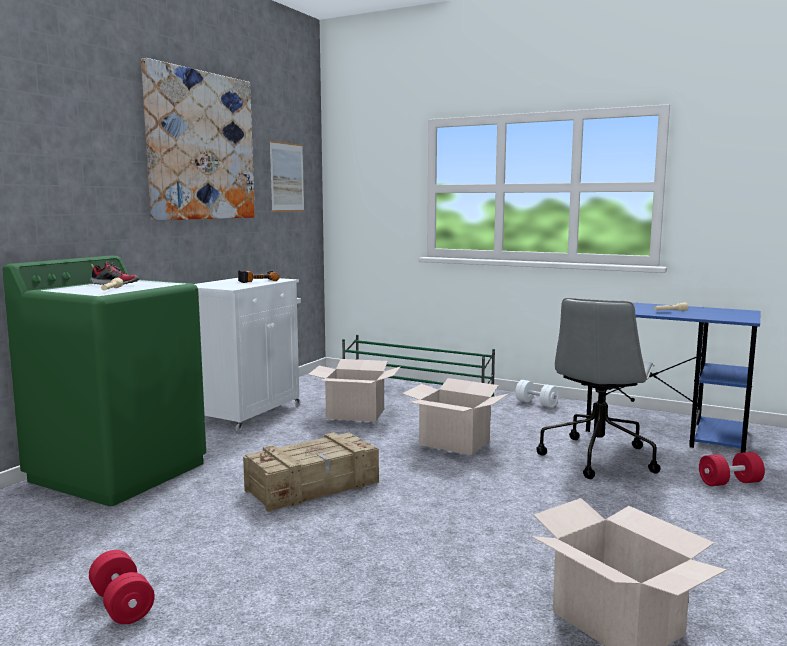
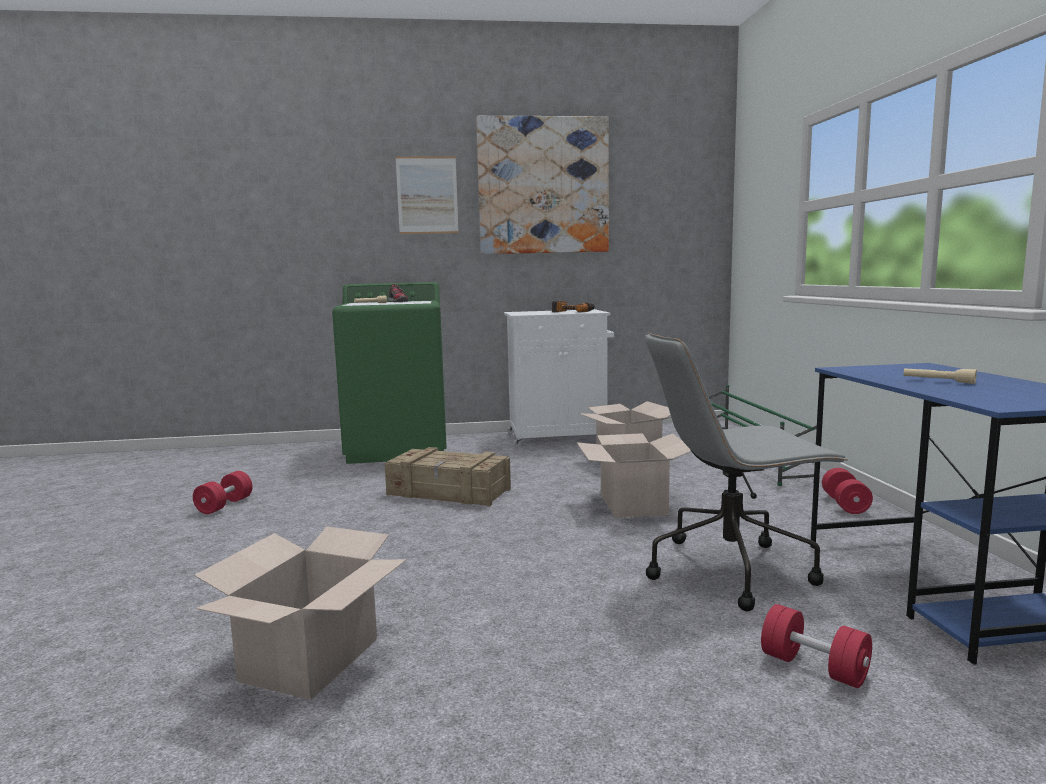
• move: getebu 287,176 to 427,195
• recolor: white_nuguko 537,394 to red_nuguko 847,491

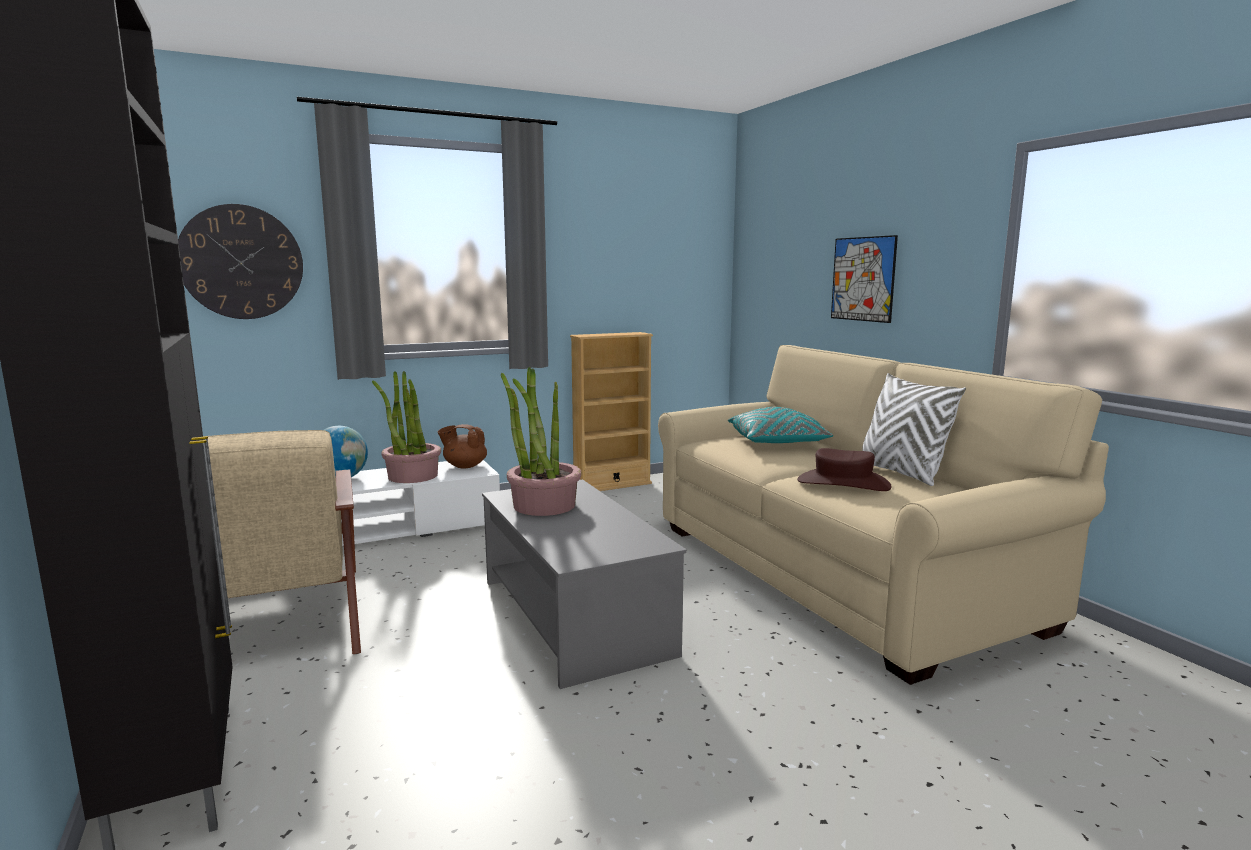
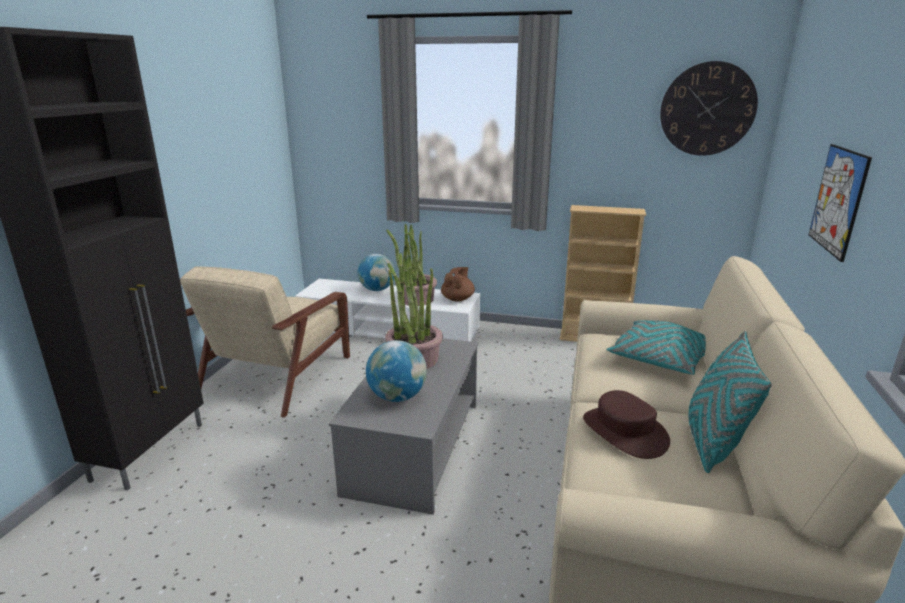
• move: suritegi 240,261 to 709,108
• rotate: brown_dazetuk 462,446 = 458,284 60 degrees clockwise
• recolor: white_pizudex 914,429 to turquoise_pizudex 730,402
• insert: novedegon 396,371

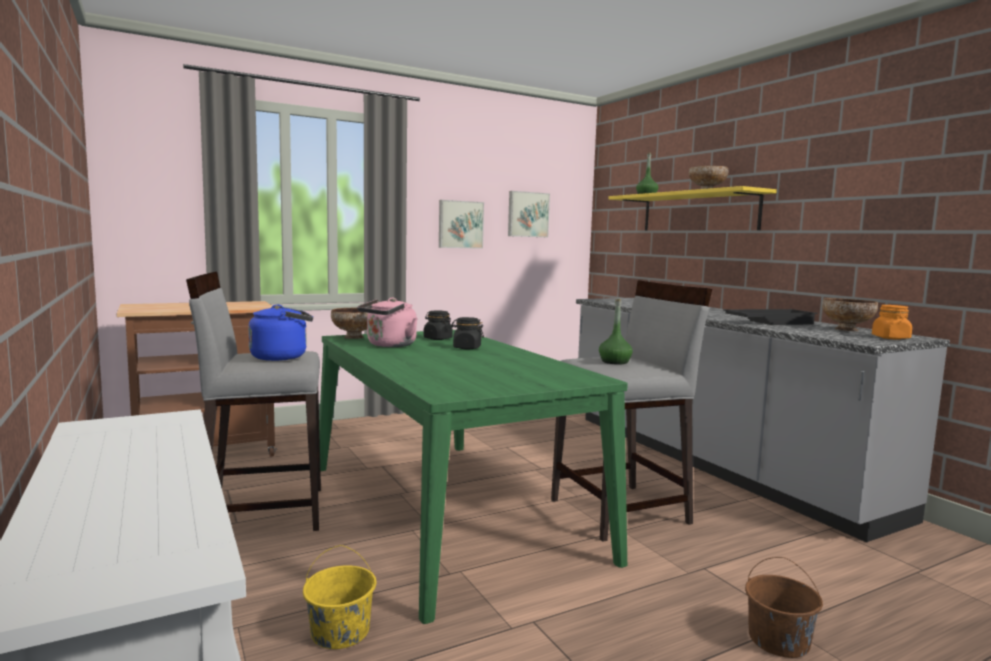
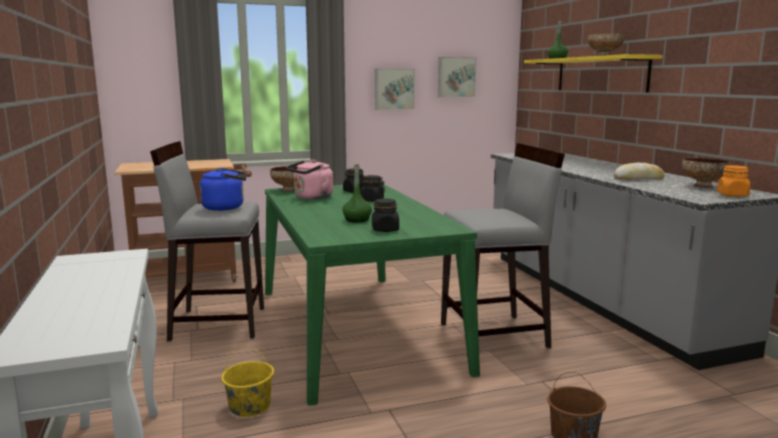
• move: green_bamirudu 616,332 to 357,193
• replace: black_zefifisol 770,317 to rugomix 639,171
• insert: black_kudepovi 385,215

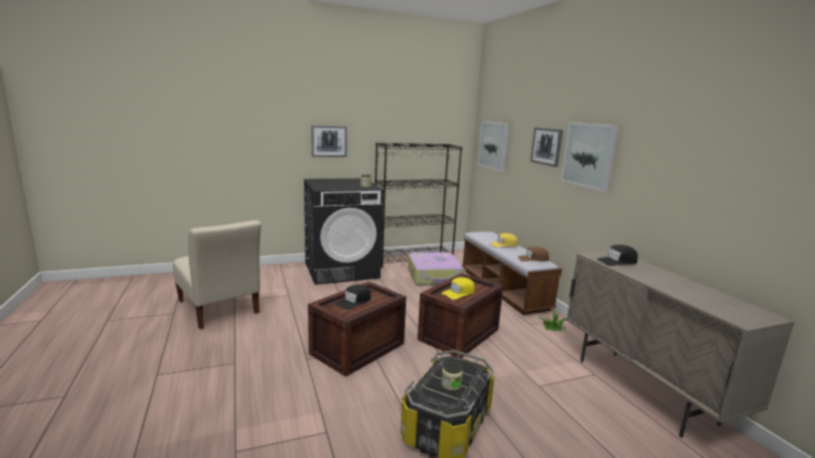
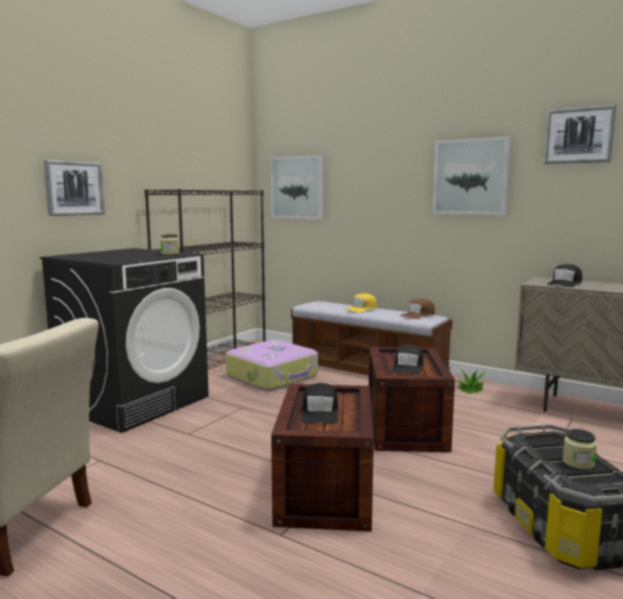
• recolor: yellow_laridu 458,288 to black_laridu 408,360
• move: getebu 546,147 to 580,134

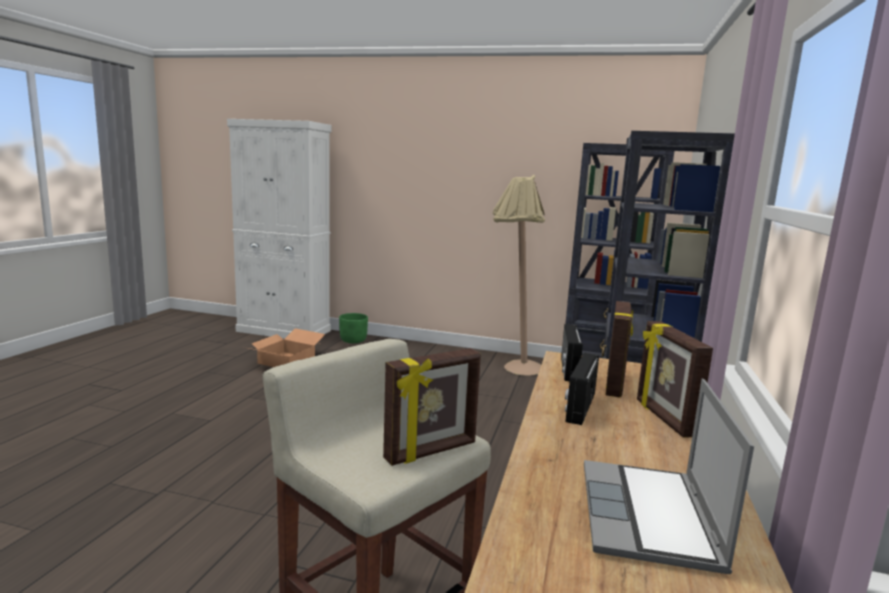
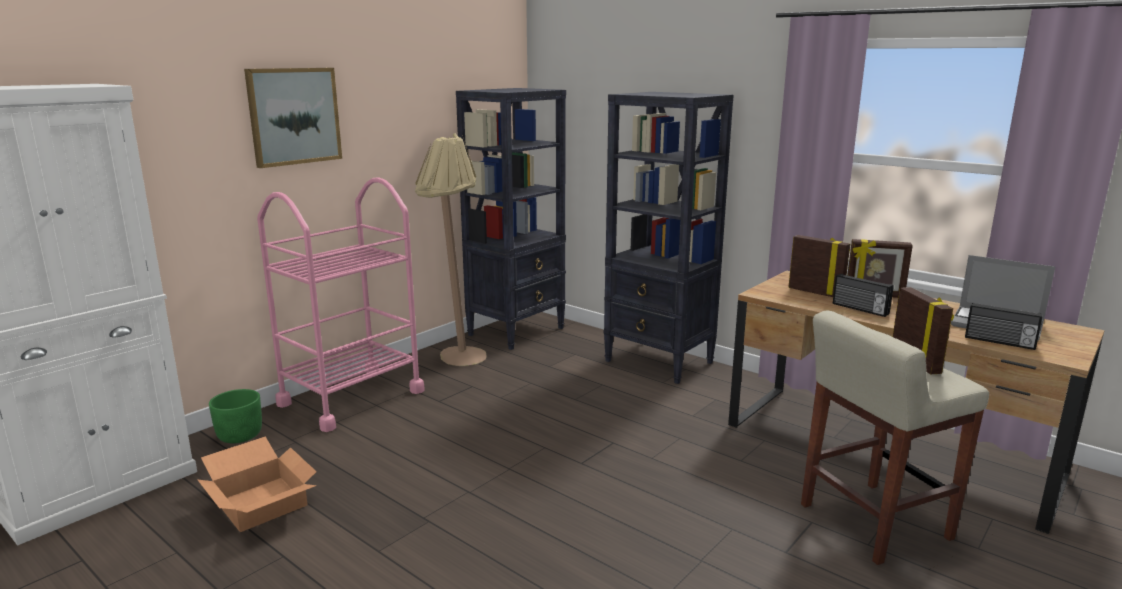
• move: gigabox 572,352 to 1003,326
• insert: getebu 293,118
• insert: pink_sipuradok 341,304

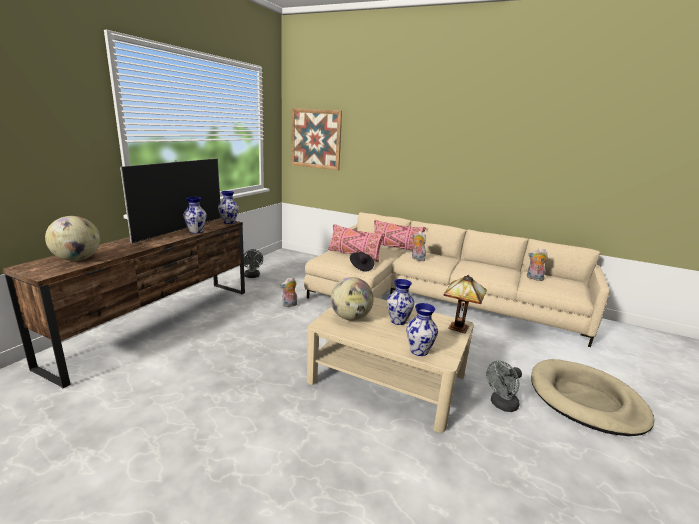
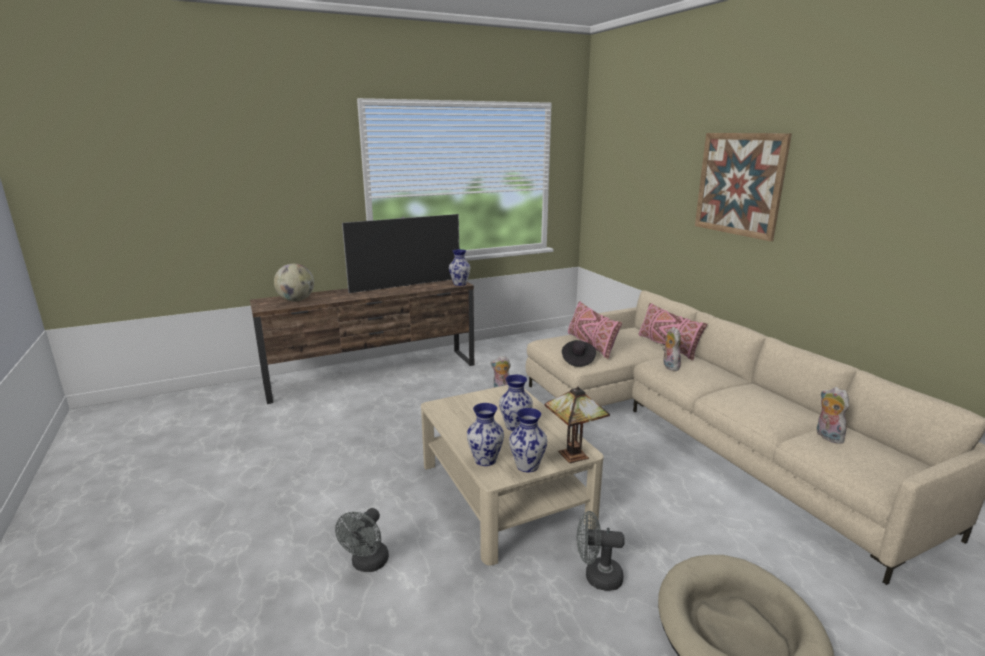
• move: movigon 195,215 to 528,440
• move: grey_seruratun 253,263 to 362,540
• move: getebu 316,139 to 743,187
• delete: novedegon 352,298

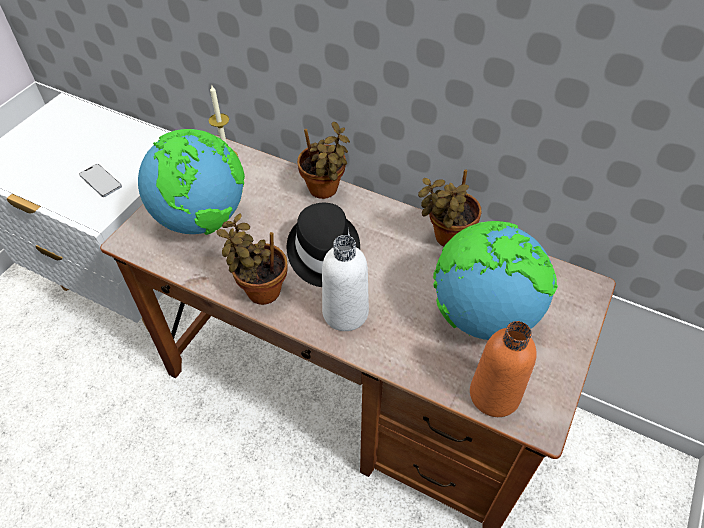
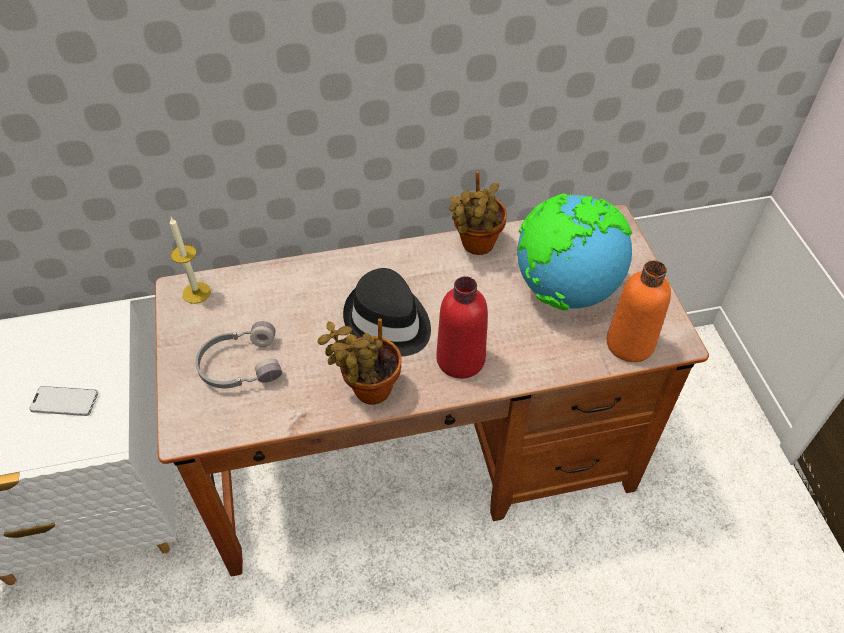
• replace: novedegon 191,182 to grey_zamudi 239,354
• delete: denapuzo 323,160
• recolor: white_bamirudu 345,283 to red_bamirudu 462,327

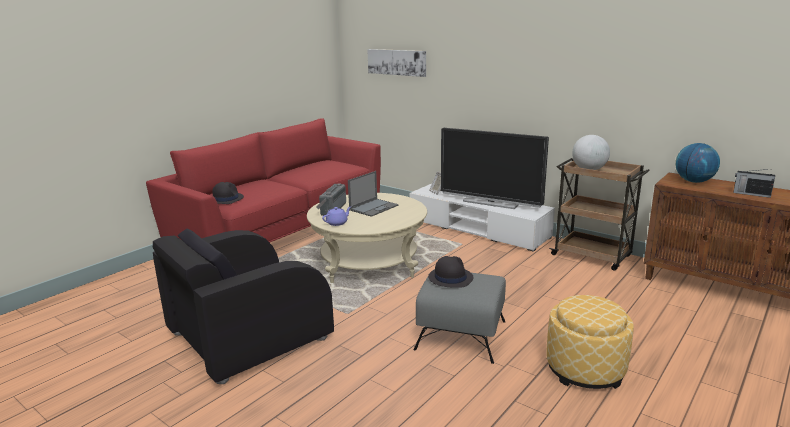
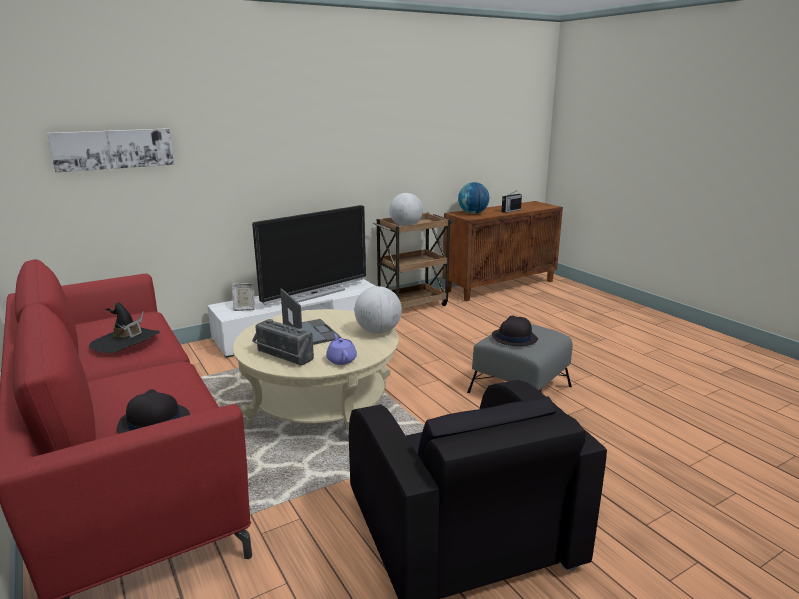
• delete: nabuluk 590,342
• insert: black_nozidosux 124,327
• insert: novedegon 378,310

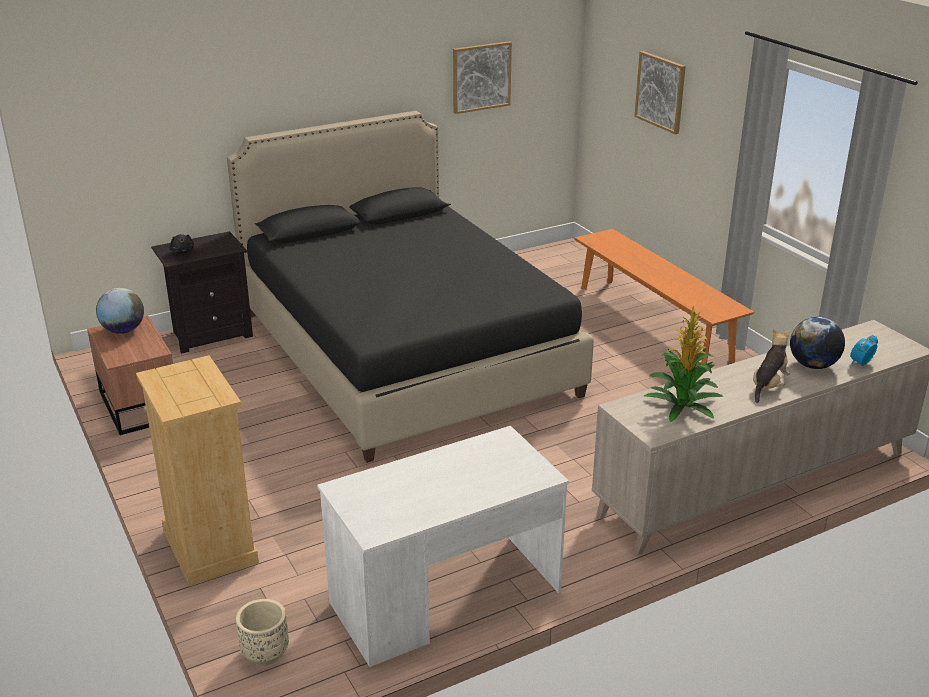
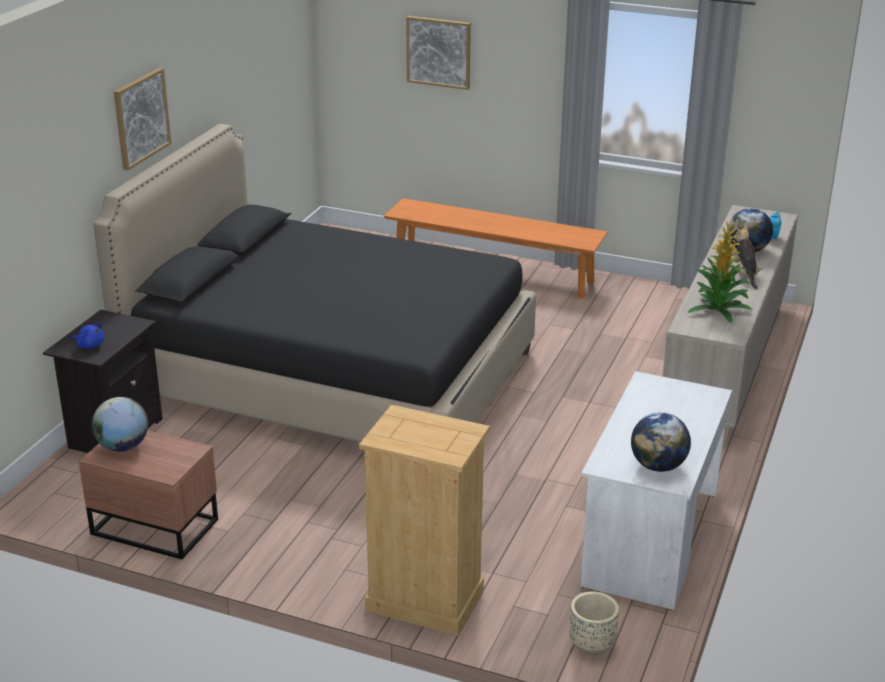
• recolor: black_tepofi 181,244 to blue_tepofi 87,335
• move: getebu 482,77 to 142,119
• insert: novedegon 661,442

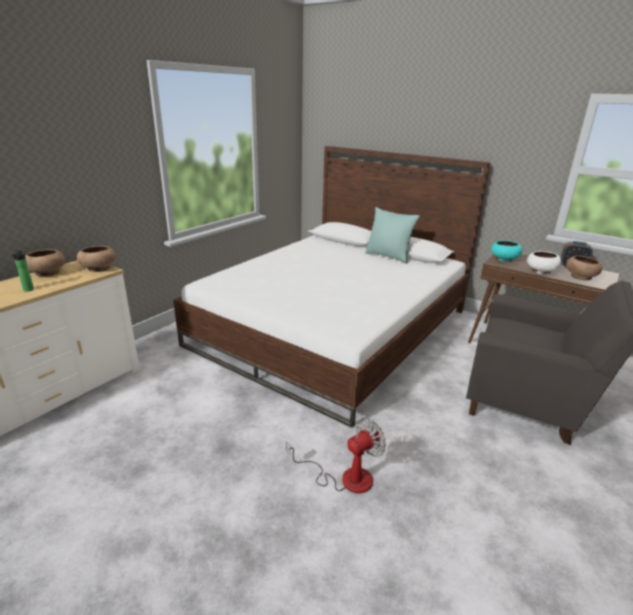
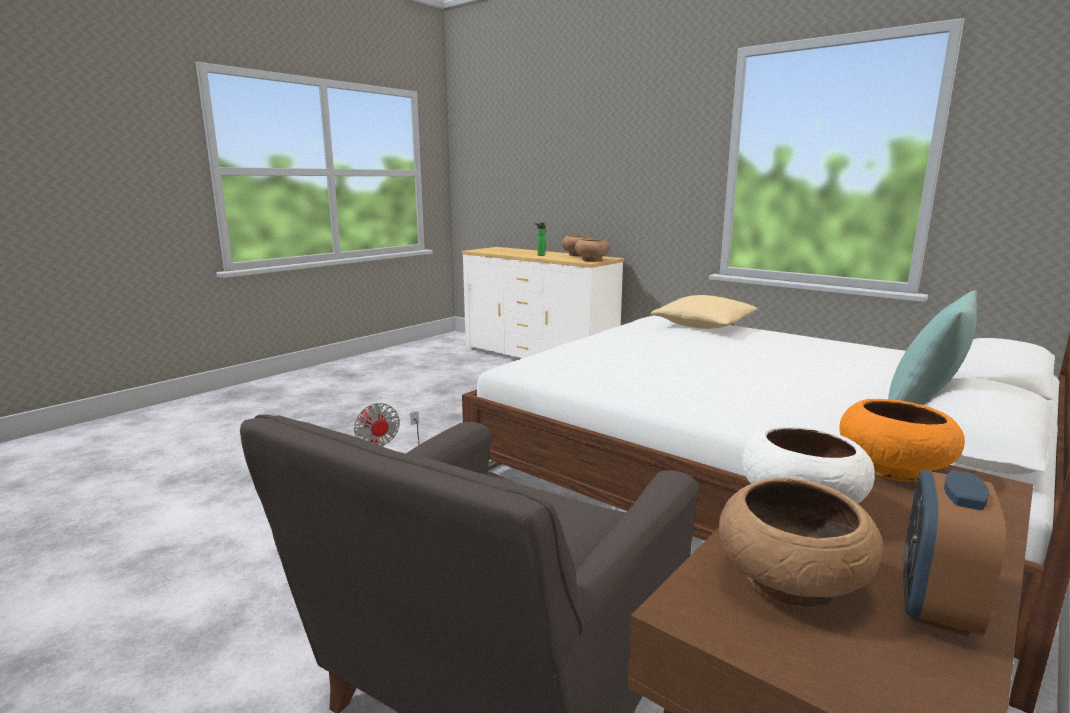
• recolor: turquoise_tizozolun 506,251 to orange_tizozolun 902,440
• insert: beige_pizudex 704,312

